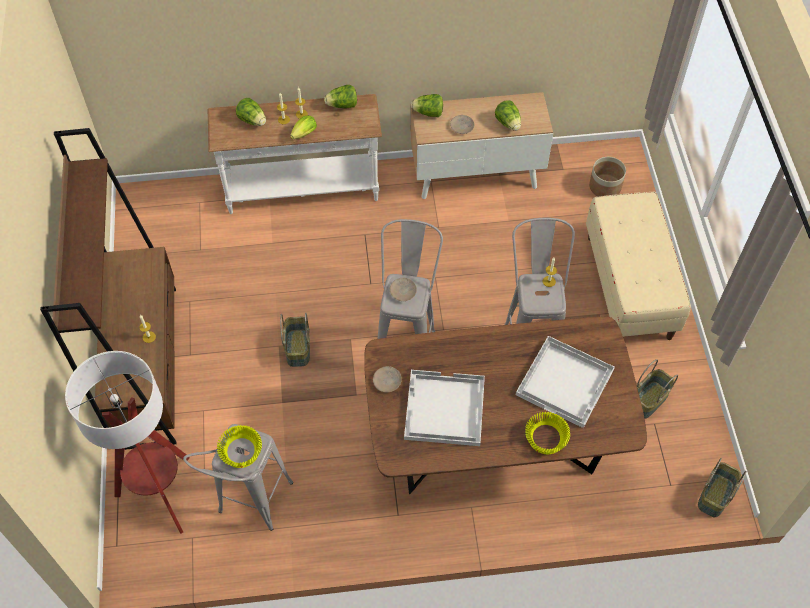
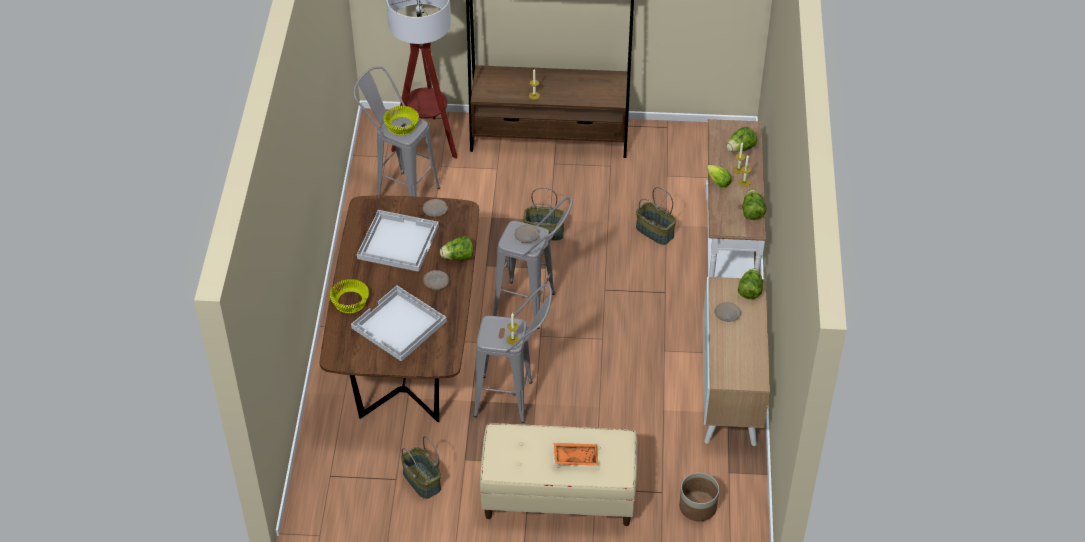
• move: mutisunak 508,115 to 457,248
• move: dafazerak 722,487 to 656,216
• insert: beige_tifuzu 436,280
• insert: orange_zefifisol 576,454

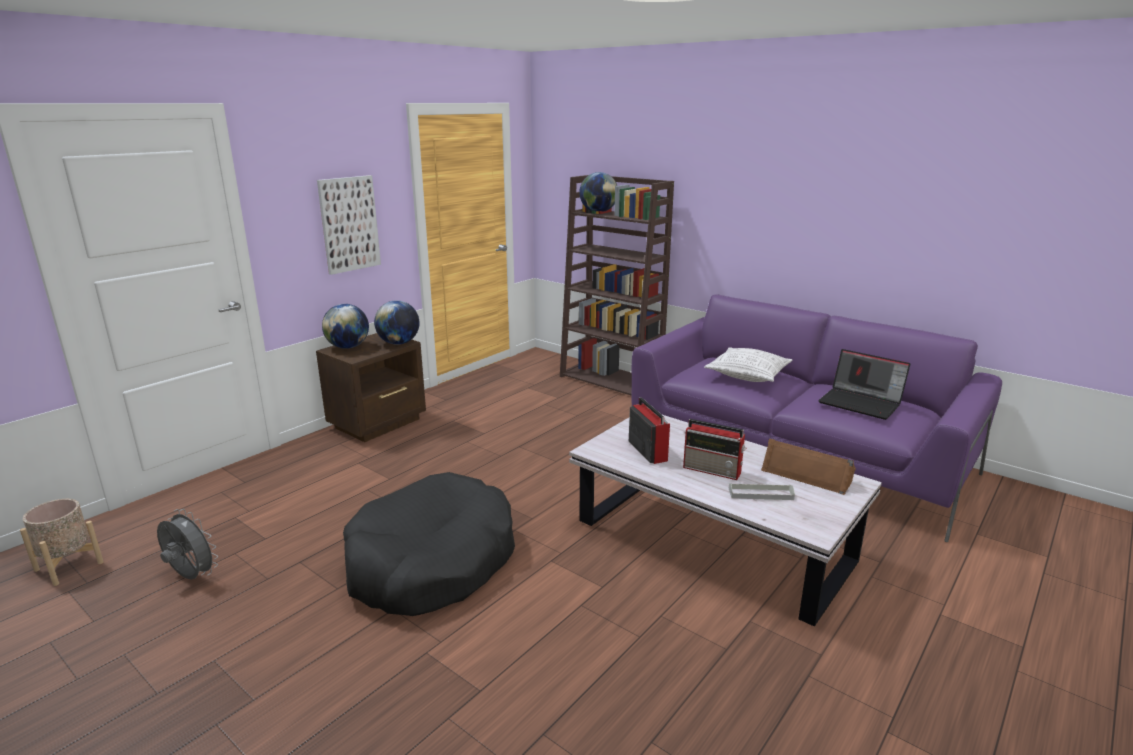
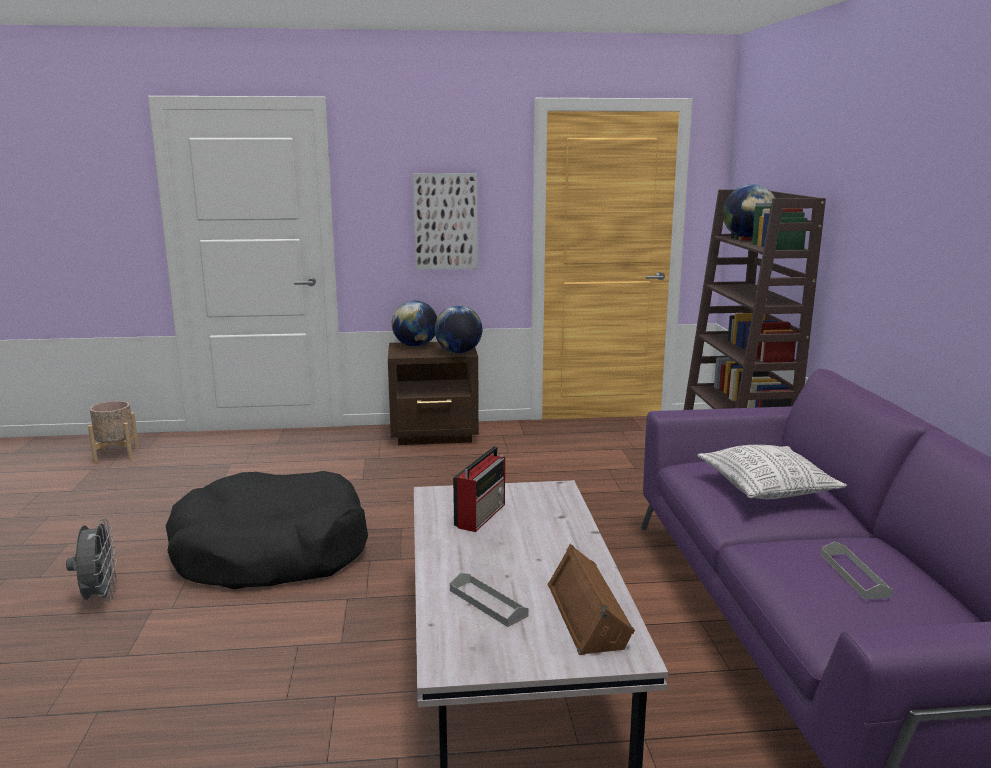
• move: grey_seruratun 187,544 to 91,560
• delete: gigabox 714,449
• replace: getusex 864,384 to grey_zefifisol 857,570

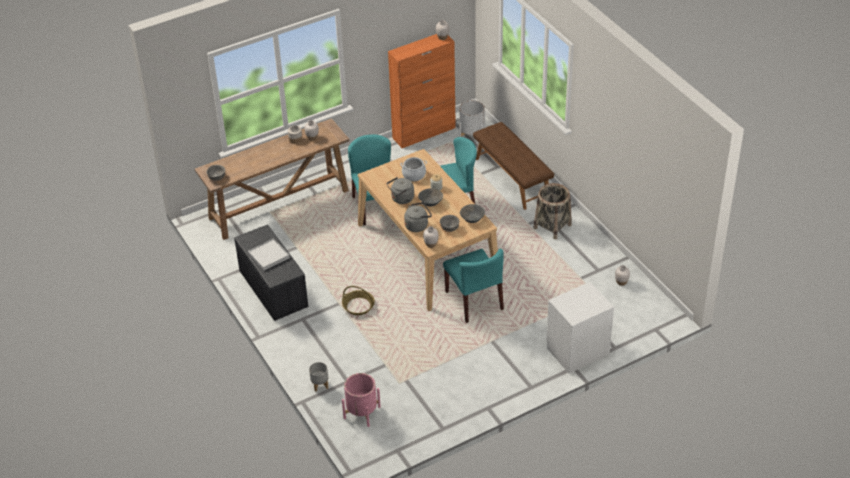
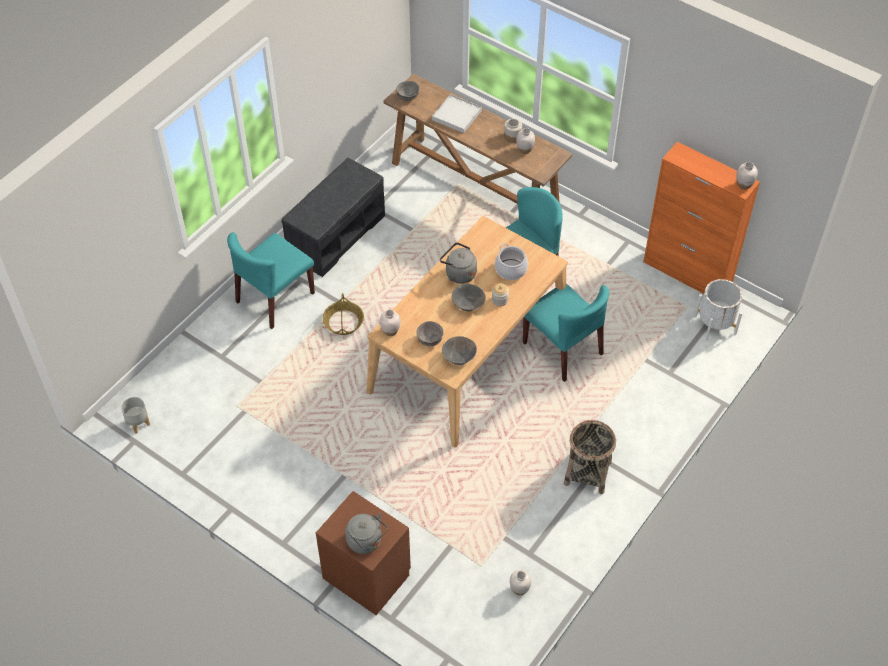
• move: white_zefifisol 269,254 to 457,113
• move: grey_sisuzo 318,377 to 135,415
• delete: pink_sisuzo 361,400
• move: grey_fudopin 418,217 to 366,533
• move: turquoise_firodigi 473,286 to 271,280
• delete: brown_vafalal 513,166
• recolor: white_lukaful 580,328 to brown_lukaful 363,553

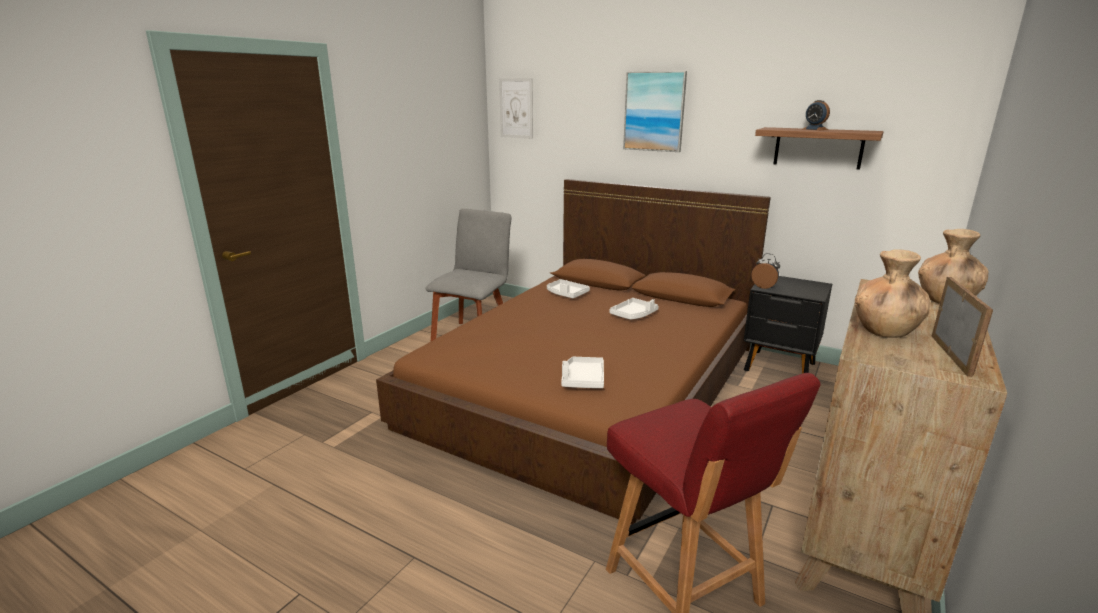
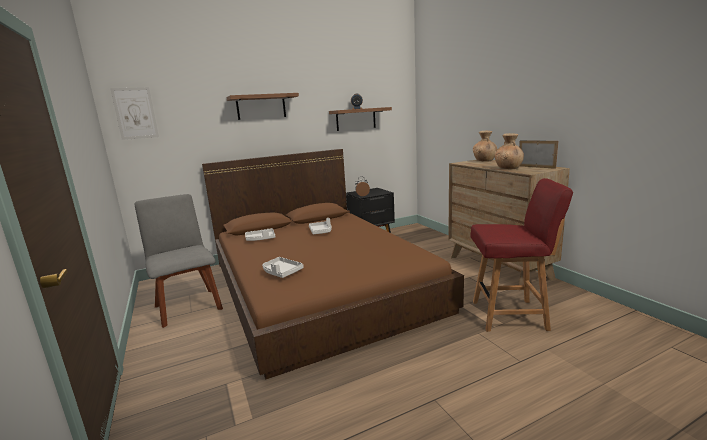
• move: white_zefifisol 582,372 to 283,267
• replace: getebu 655,111 to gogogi 262,106

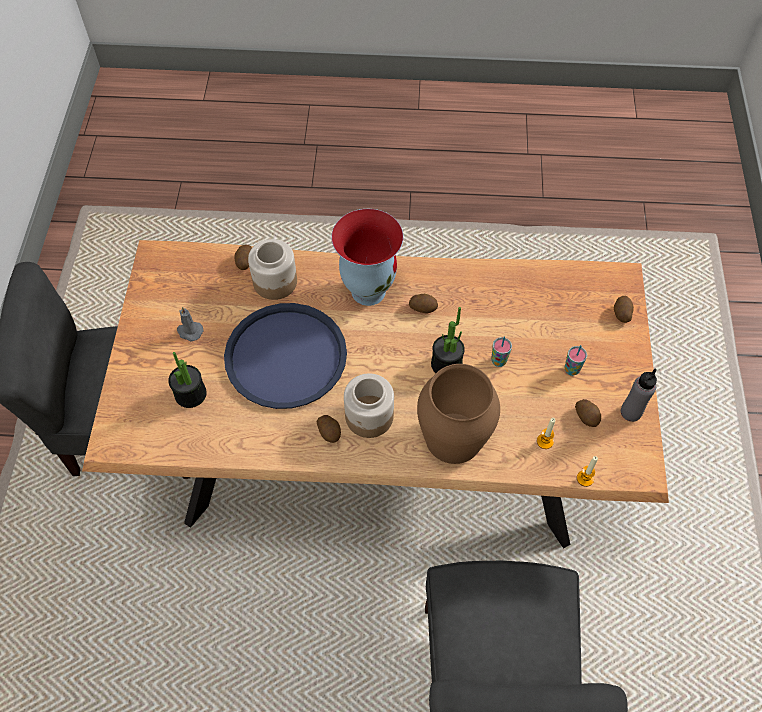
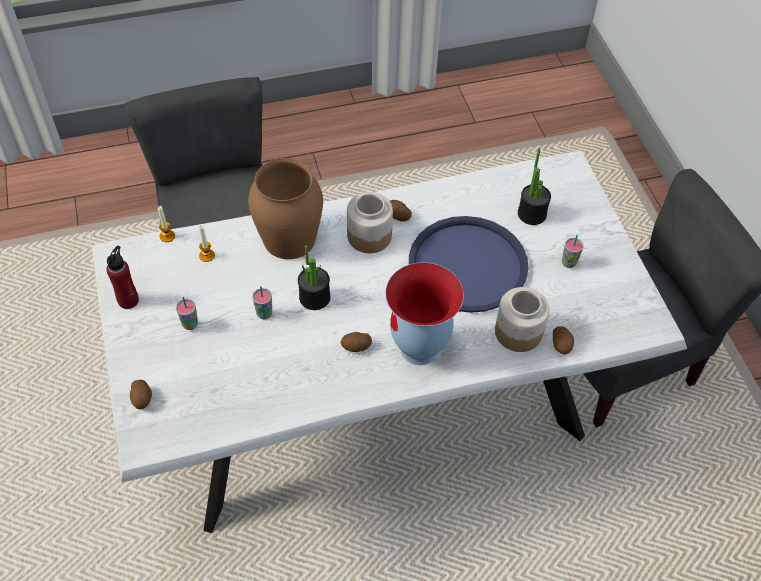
• recolor: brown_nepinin 375,394 to white_nepinin 389,341
• replace: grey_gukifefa 190,324 to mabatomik 573,251
• delete: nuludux 588,413
• recolor: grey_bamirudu 639,395 to red_bamirudu 122,277

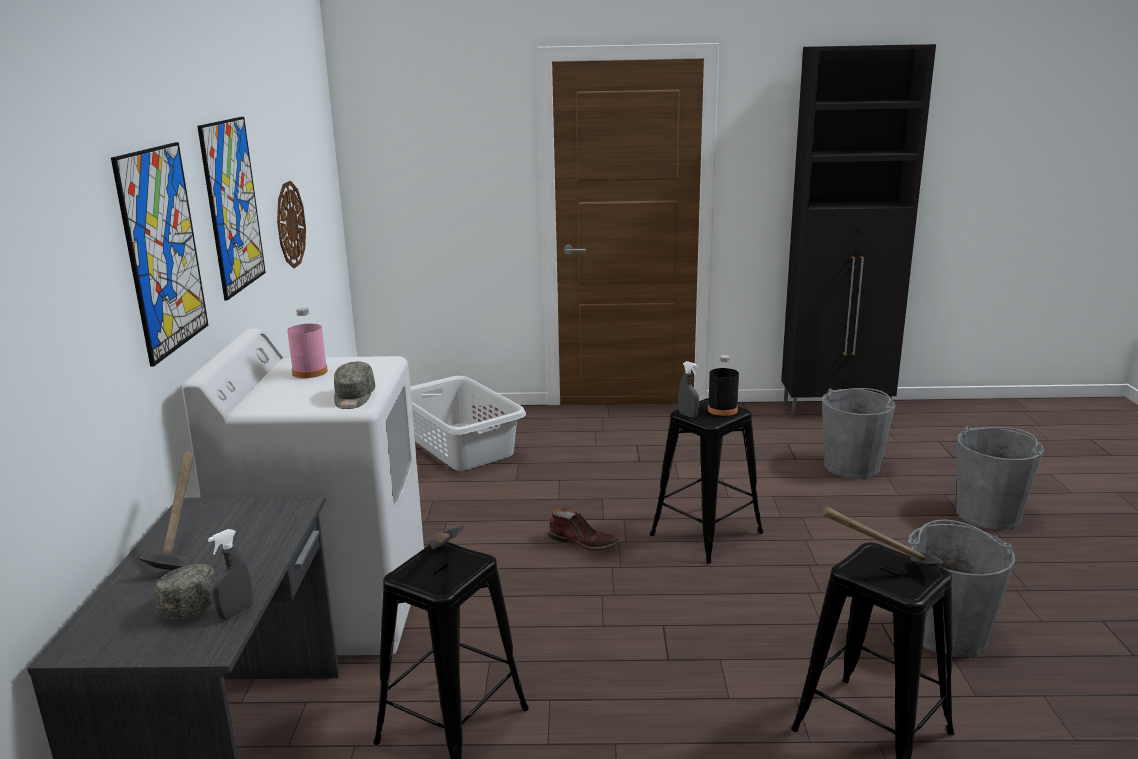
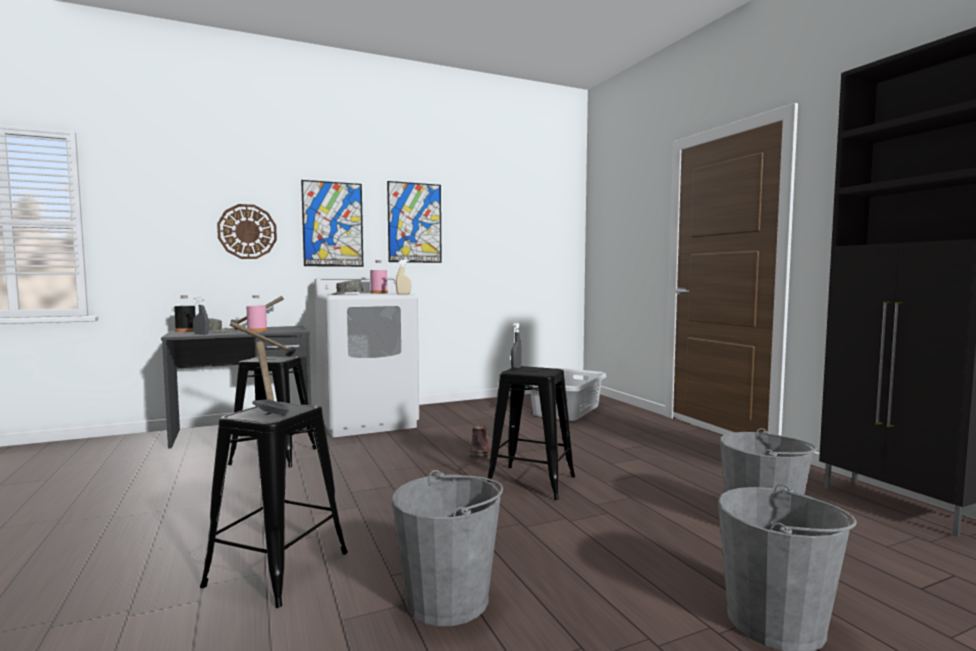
• move: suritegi 291,224 to 247,231
• move: black_bamirudu 723,385 to 185,313
• insert: pink_bamirudu 256,313
• insert: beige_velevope 403,277

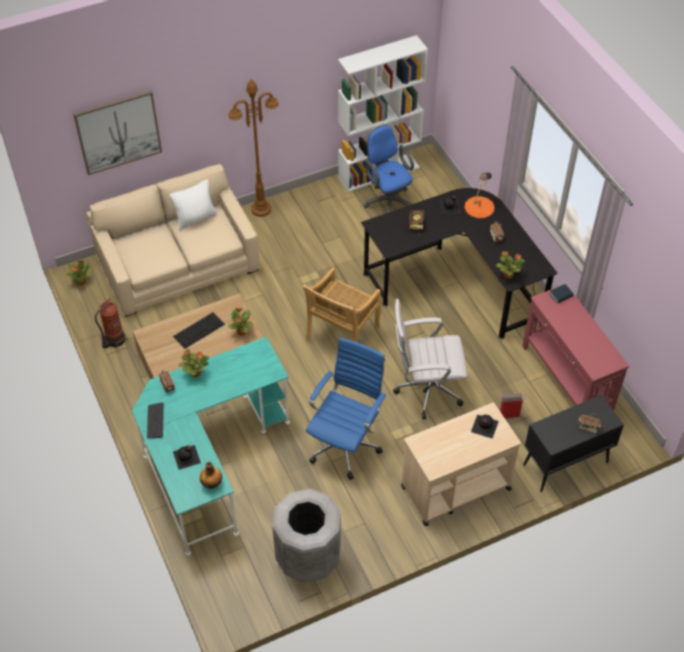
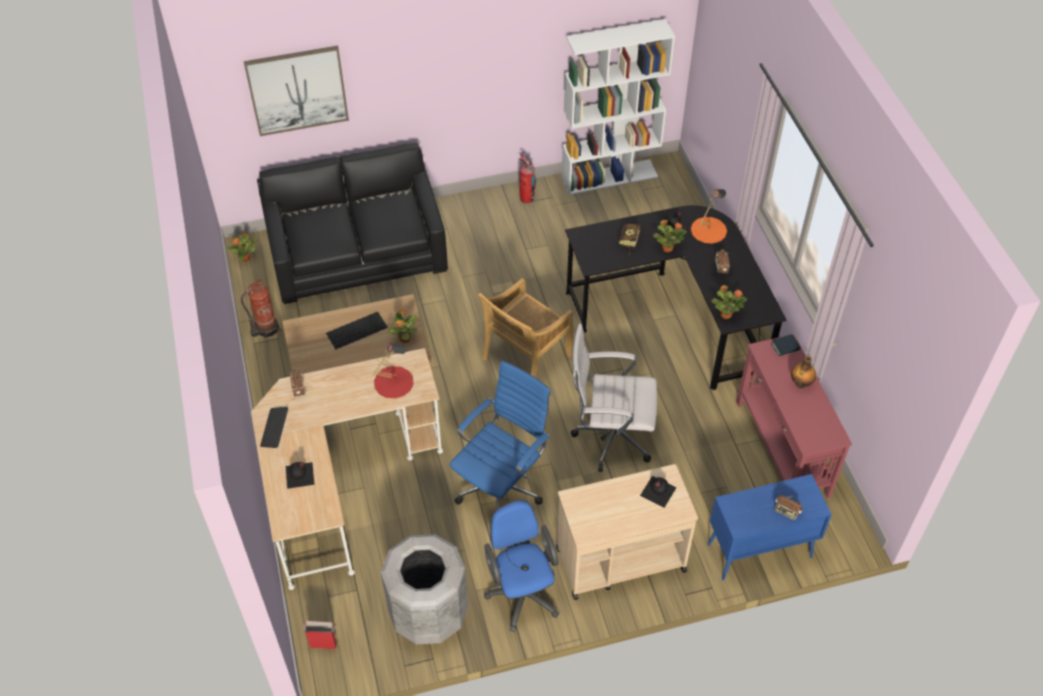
• recolor: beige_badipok 173,240 to black_badipok 352,223
• recolor: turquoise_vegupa 211,446 to beige_vegupa 347,469
• delete: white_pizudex 193,204
• move: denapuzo 194,363 to 670,236
• move: bamirudu 211,475 to 803,372
• delete: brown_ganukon 254,148
• move: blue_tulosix 389,169 to 521,566
• move: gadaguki 513,405 to 319,635
• recolor: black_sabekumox 573,443 to blue_sabekumox 769,527
• insert: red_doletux 393,370
• insert: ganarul 527,179

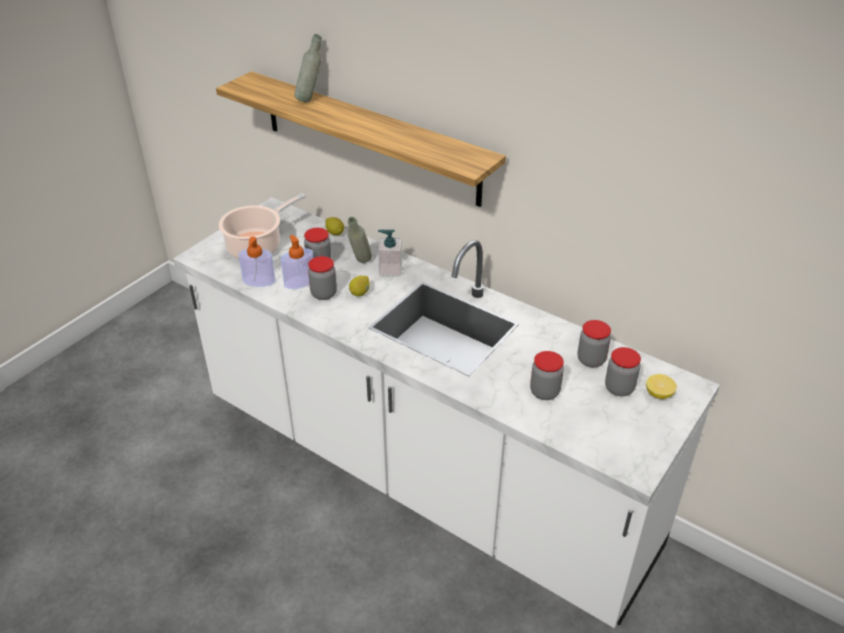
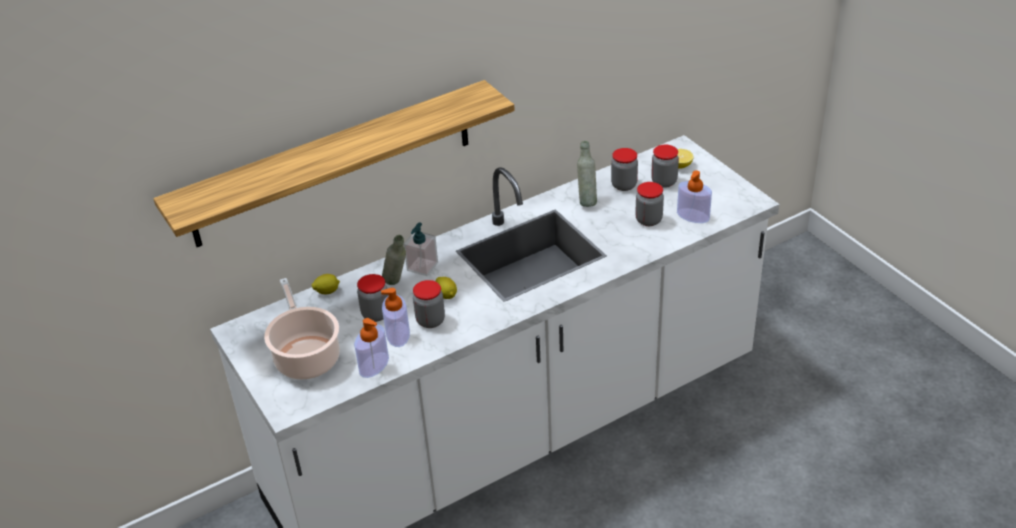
• move: grey_bamirudu 308,68 to 587,174
• insert: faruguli 694,196

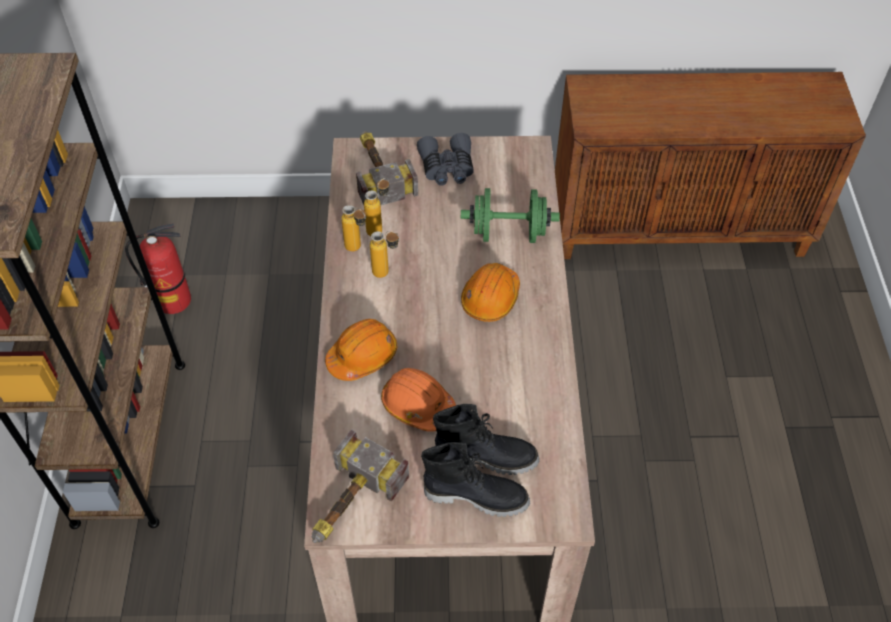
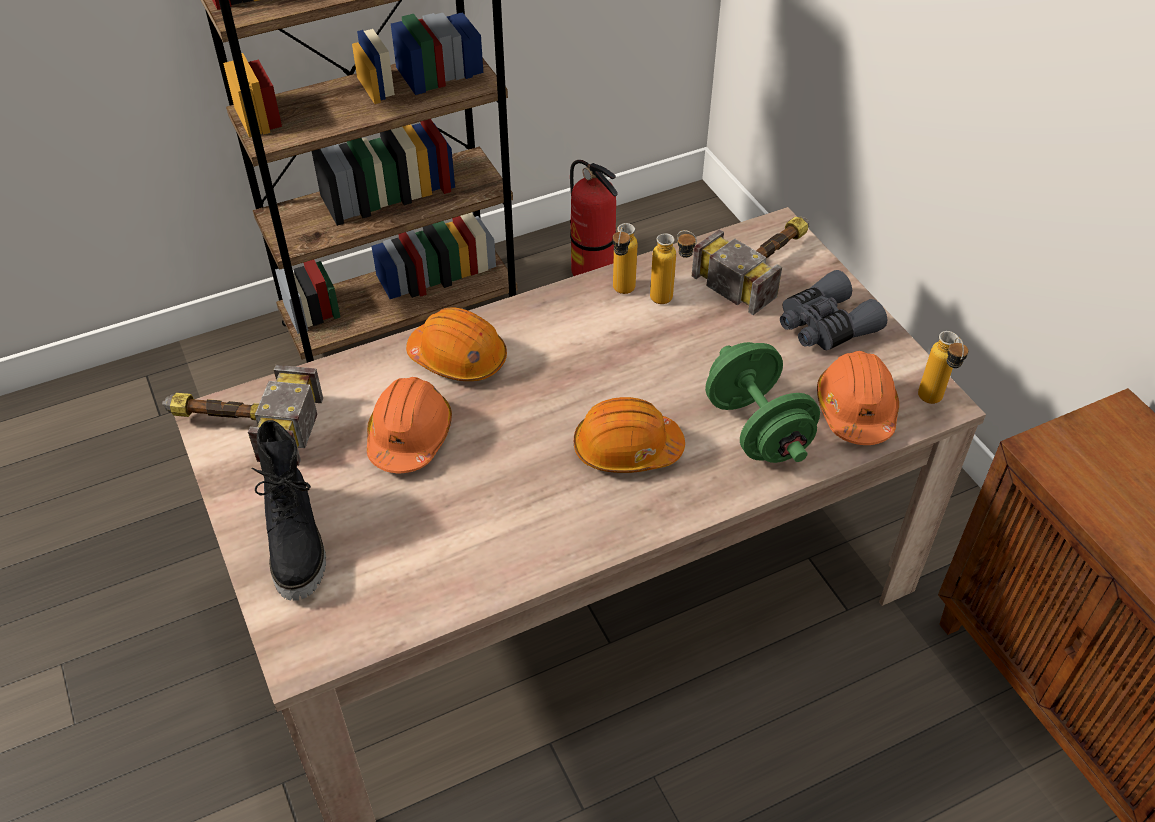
• move: bamirudu 384,254 to 943,367
• delete: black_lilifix 486,439
• insert: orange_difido 858,398

